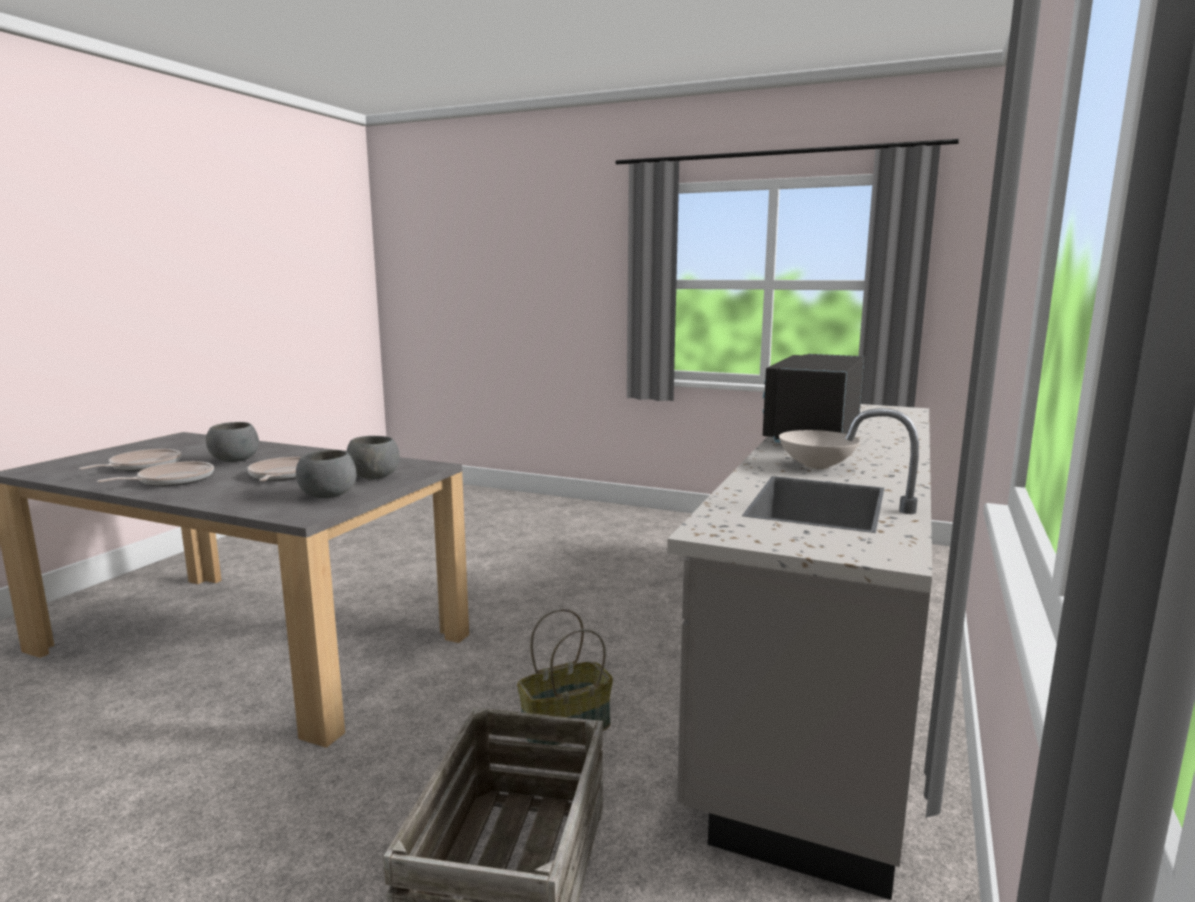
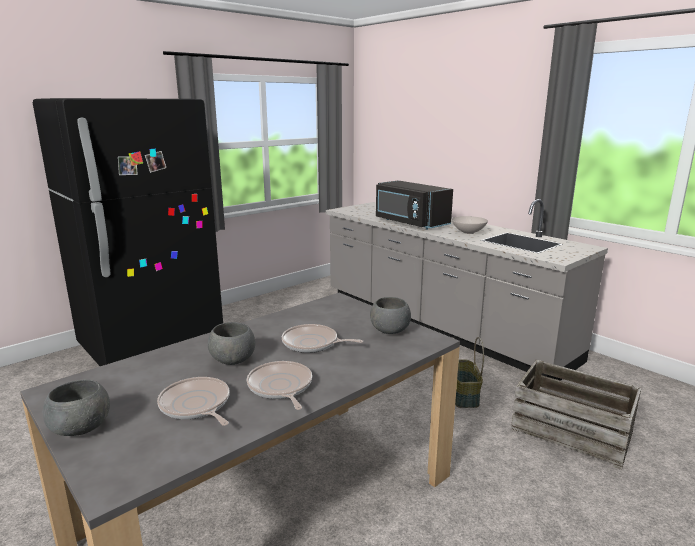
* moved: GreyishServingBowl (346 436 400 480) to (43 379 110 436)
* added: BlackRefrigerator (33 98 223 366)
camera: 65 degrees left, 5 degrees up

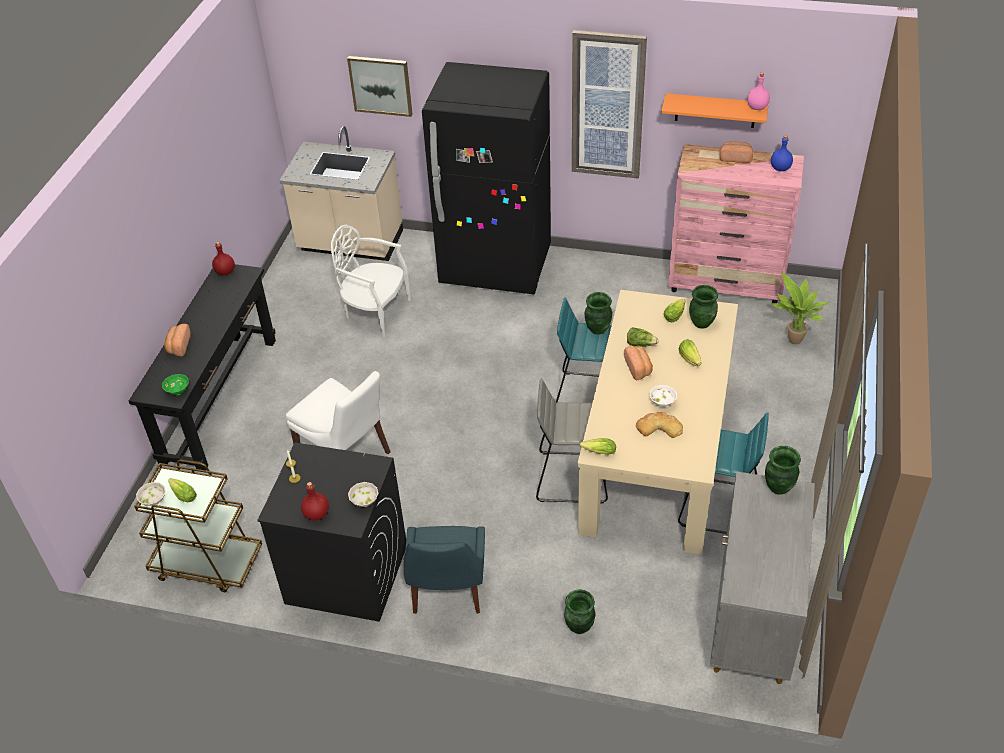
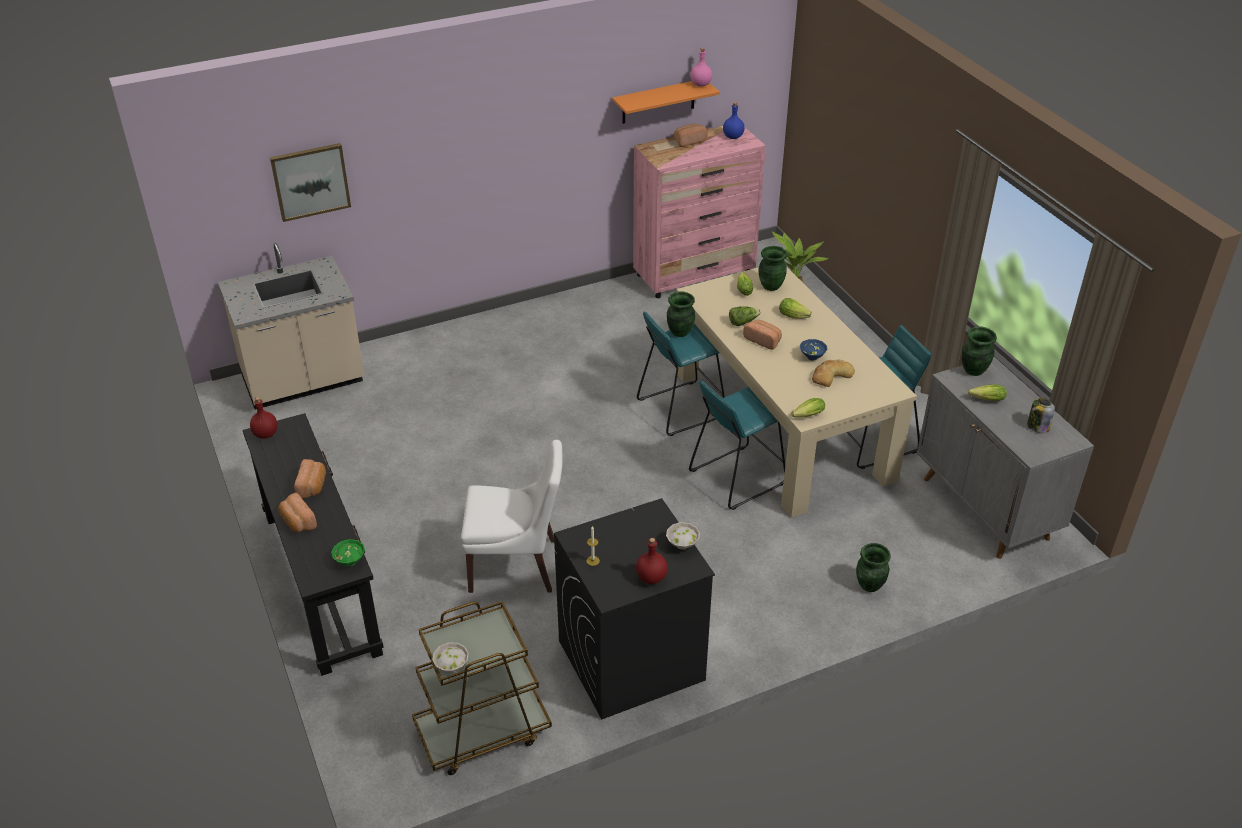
* removed: WallPicture (572 30 647 179)
* removed: BlackRefrigerator (422 62 551 294)
* removed: WhiteChair (331 225 411 337)
* recoloured: GreyishStoolSeat (536 378 608 504) to BlueGreenStoolSeat (689 381 785 510)
* recoloured: WhiteServingBowl (650 385 677 407) to BluishServingBowl (800 339 827 361)
* moved: Lettuce (168 478 197 502) to (968 385 1007 401)
* removed: BluishChair (404 526 485 614)
* added: StorageJar (1027 398 1055 433)
* added: BakedBread (294 459 326 499)
camera: 40 degrees left, 5 degrees down

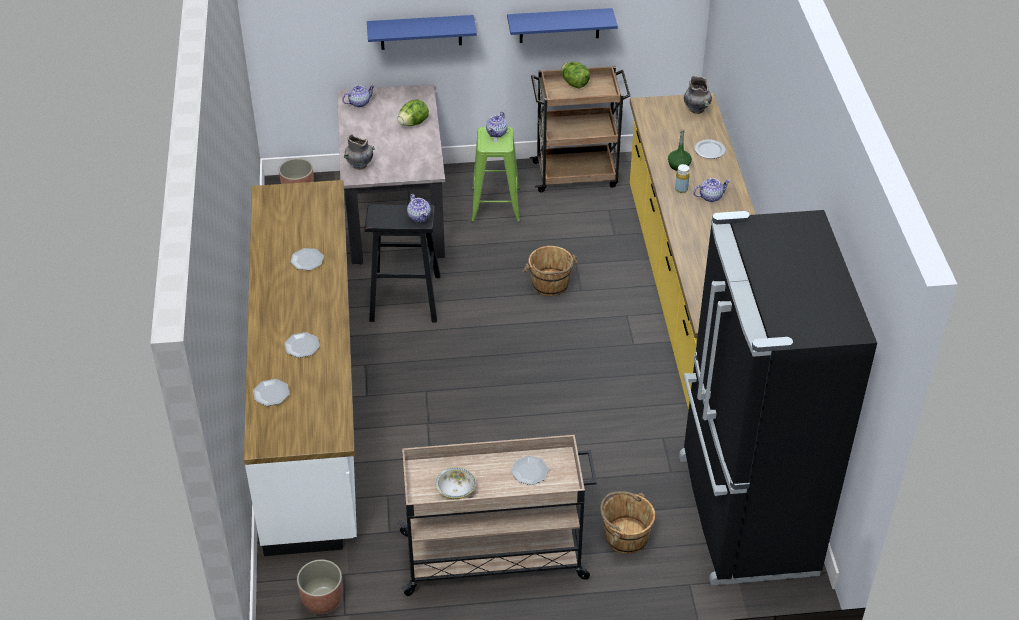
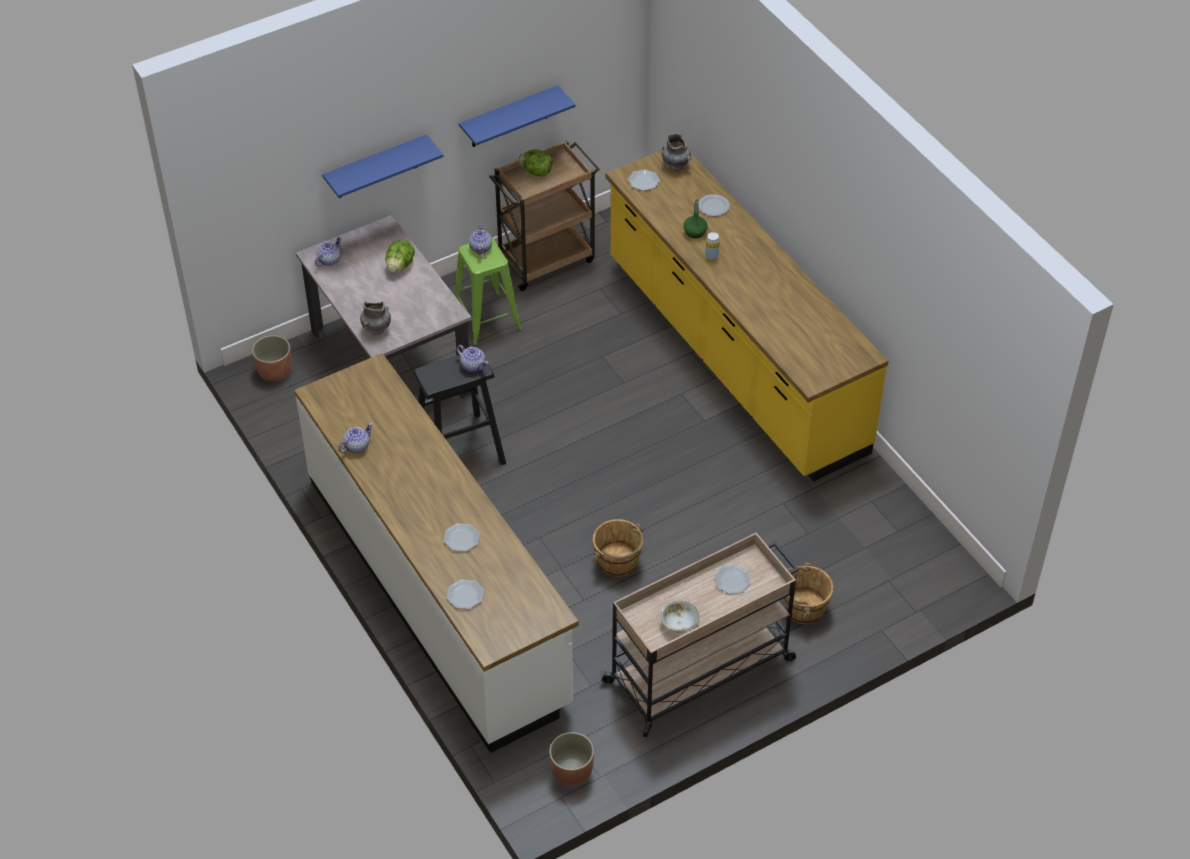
* moved: Teapot (693 178 731 202) to (338 423 373 453)
* removed: BlackRefrigerator (679 210 877 586)
* moved: BrownColouredBucket (522 246 579 296) to (591 519 644 577)
* moved: Plate (290 248 324 270) to (628 169 660 191)
camera: 25 degrees left, 5 degrees up

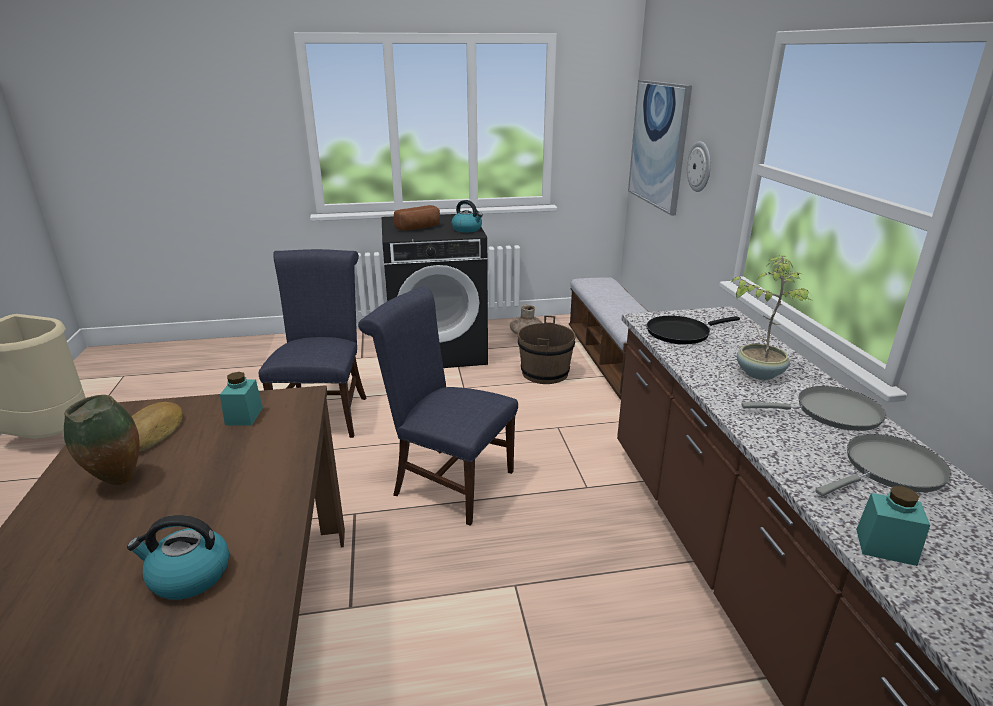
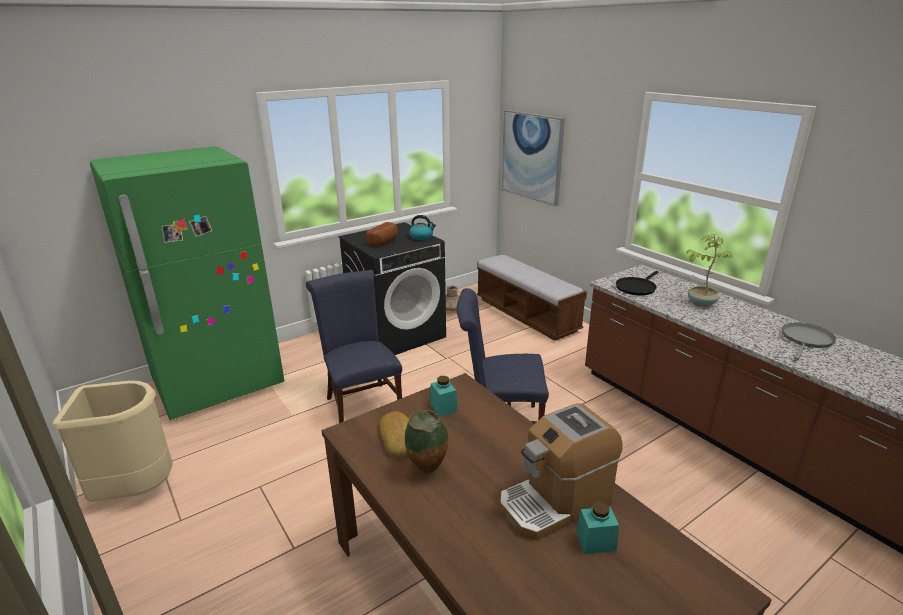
* removed: HangingClock (687 141 711 192)
* removed: BrownColouredBucket (518 316 576 384)
* removed: GreyishSkillet (741 386 886 431)
* moved: BlueGreenStorageJar (856 486 930 566) to (576 501 619 554)
* replaced: TeaKettle (127 515 229 600) to CoffeeMaker (500 403 623 541)
* added: GreenishRefrigerator (90 146 285 420)
camera: 25 degrees left, 0 degrees up

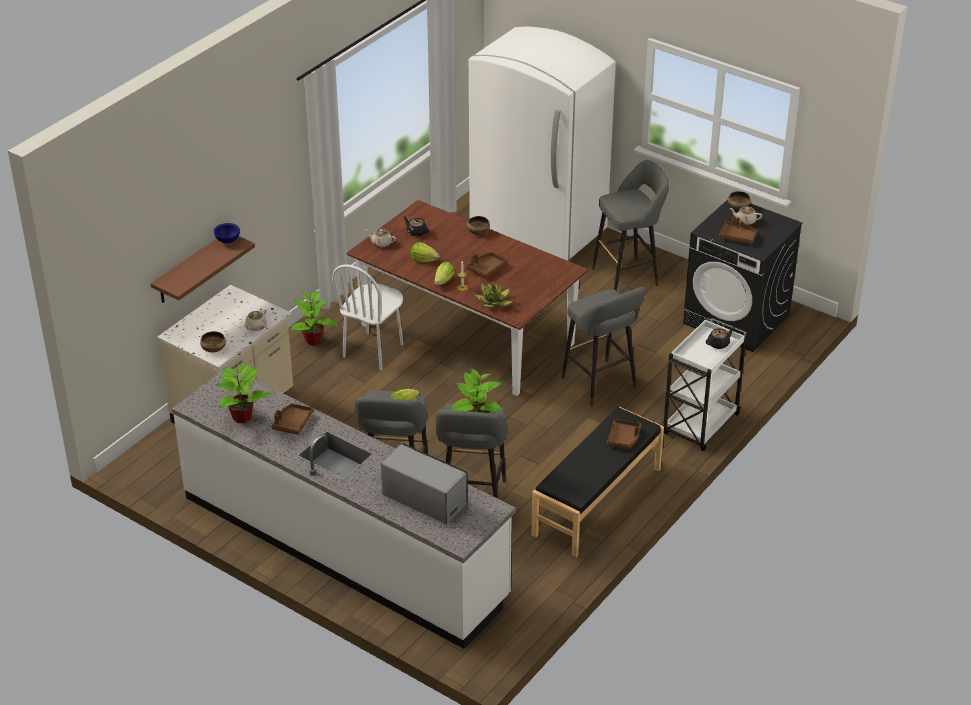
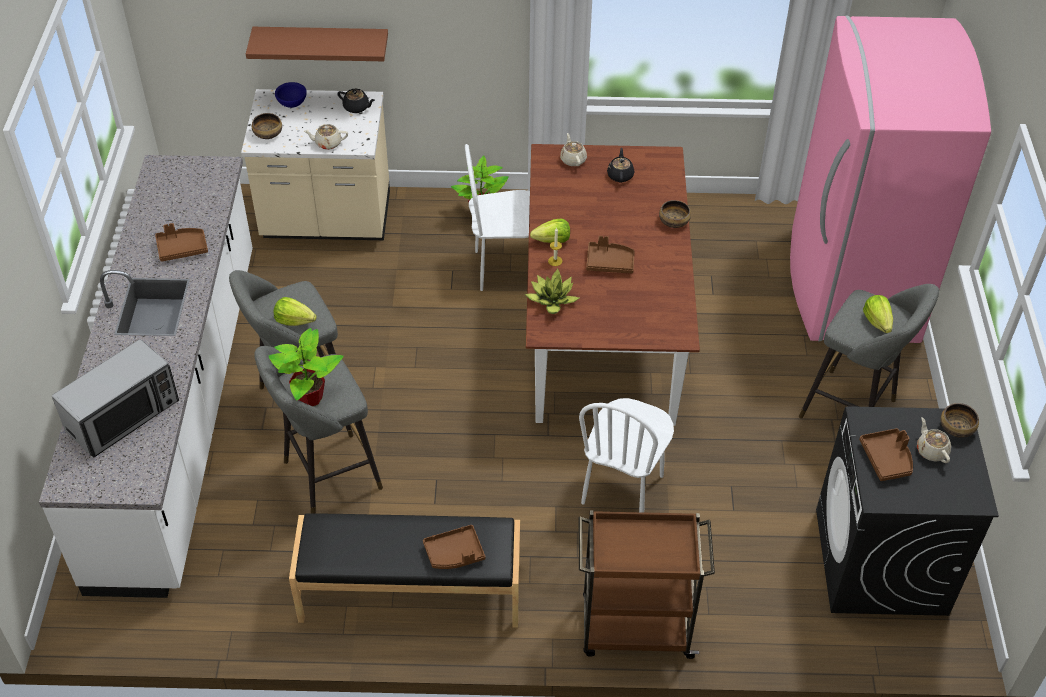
* recoloured: WhiteRefrigerator (469 27 616 261) to PinkRefrigerator (790 16 991 343)
* moved: BluishServingBowl (214 223 240 243) to (275 82 307 108)
* moved: Lettuce (411 242 440 262) to (863 295 893 333)
* replaced: GreyishStoolSeat (561 287 645 407) to WhiteChair (579 398 674 513)
* recoloured: WhiteWheeledCart (663 318 747 451) to BrownColouredWheeledCart (578 510 715 659)
* moved: BlackTeapot (706 327 735 349) to (337 89 375 113)
* removed: PlantInAPot (217 363 271 423)
* turned: KitchenMicrowave (381 443 468 524) = (52 339 179 457) 45 degrees clockwise
camera: 55 degrees right, 10 degrees up

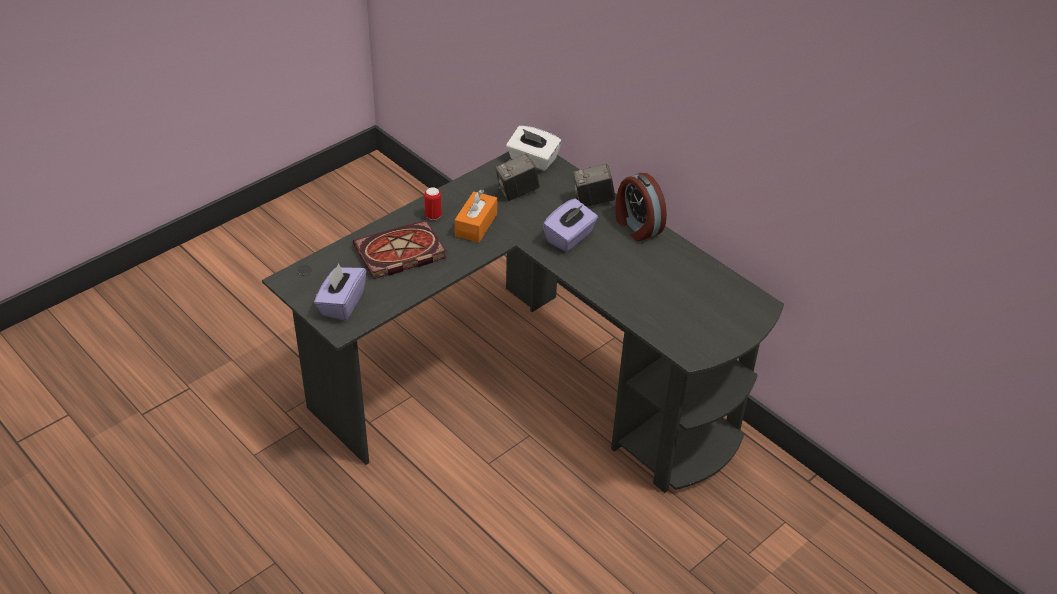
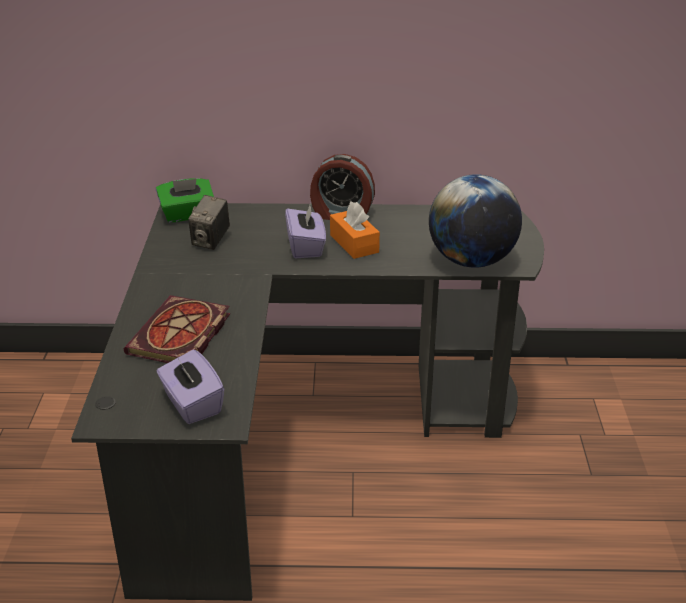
* recoloured: WhiteTissueBox (506 126 562 171) to GreenishTissueBox (156 178 214 223)
* removed: StillCamera (573 164 615 207)
* removed: MetalCan (424 187 442 220)
* moved: OrangeTissueBox (455 189 497 242) to (330 202 380 259)
* added: Globe (429 174 522 268)
camera: 45 degrees left, 10 degrees down

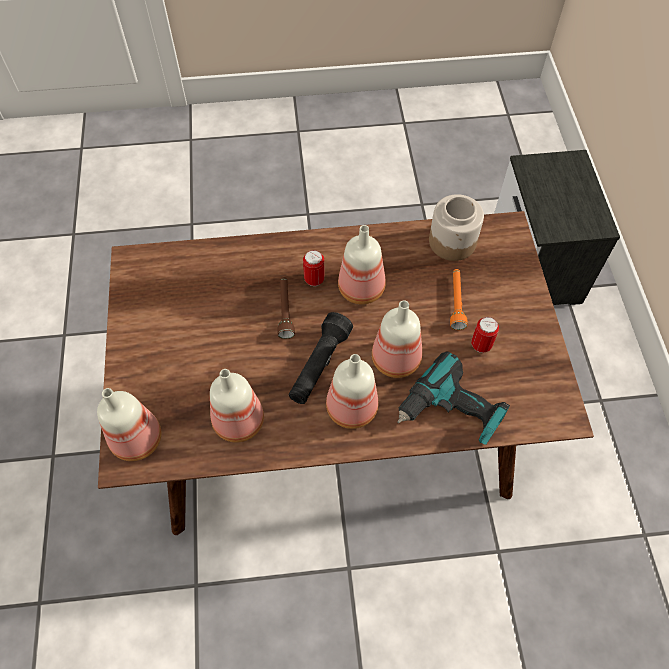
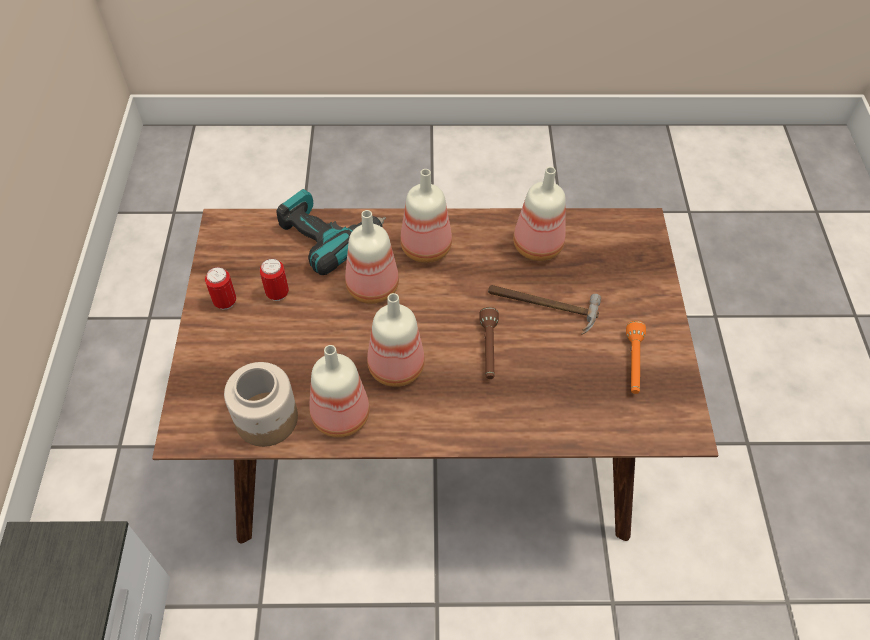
* moved: MetalCan (303 250 325 286) to (205 267 236 310)
* moved: OrangeTorch (450 269 468 330) to (626 321 646 394)
* removed: BlackTorch (289 312 353 404)
* moved: BeverageBottle (97 388 161 461) to (309 345 370 438)
* added: ToolHammer (488 285 601 335)
camera: 175 degrees left, 5 degrees down

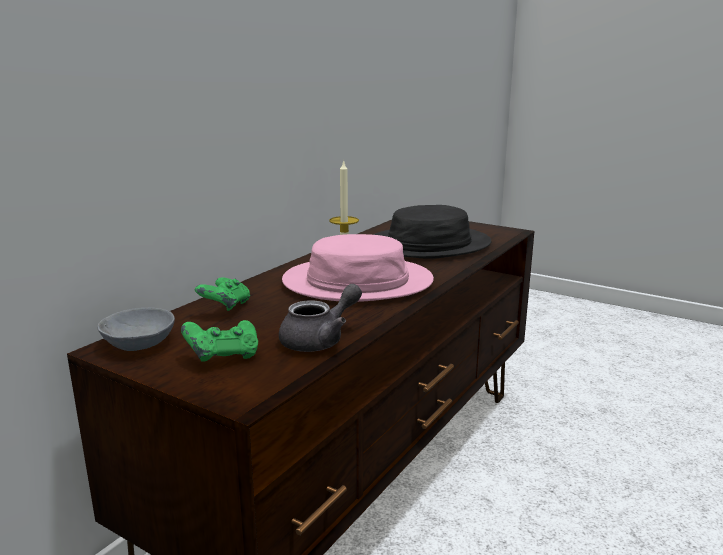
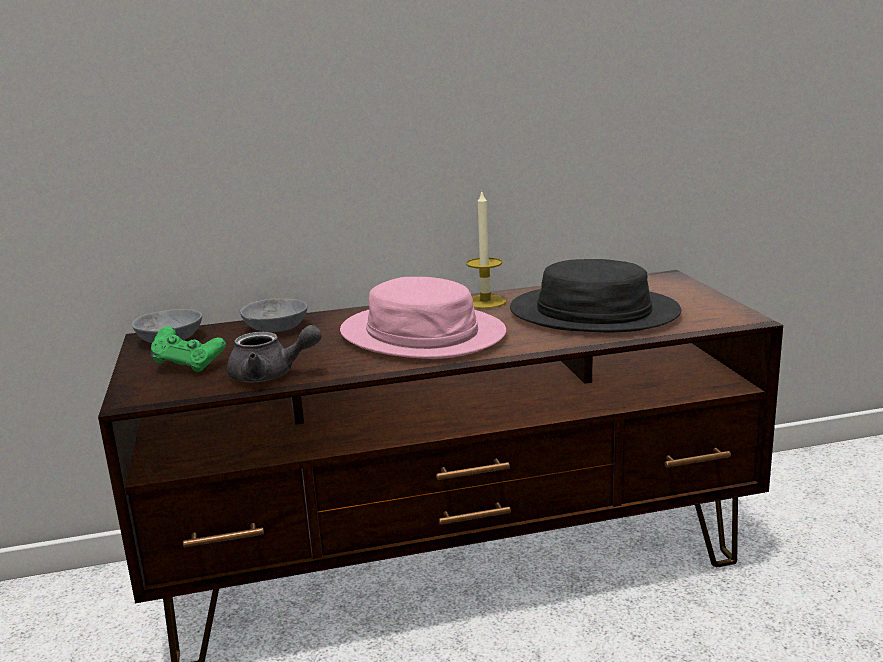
* replaced: GreenishGameController (195 277 250 311) to GreyishServingBowl (240 298 308 332)
camera: 45 degrees right, 0 degrees up

